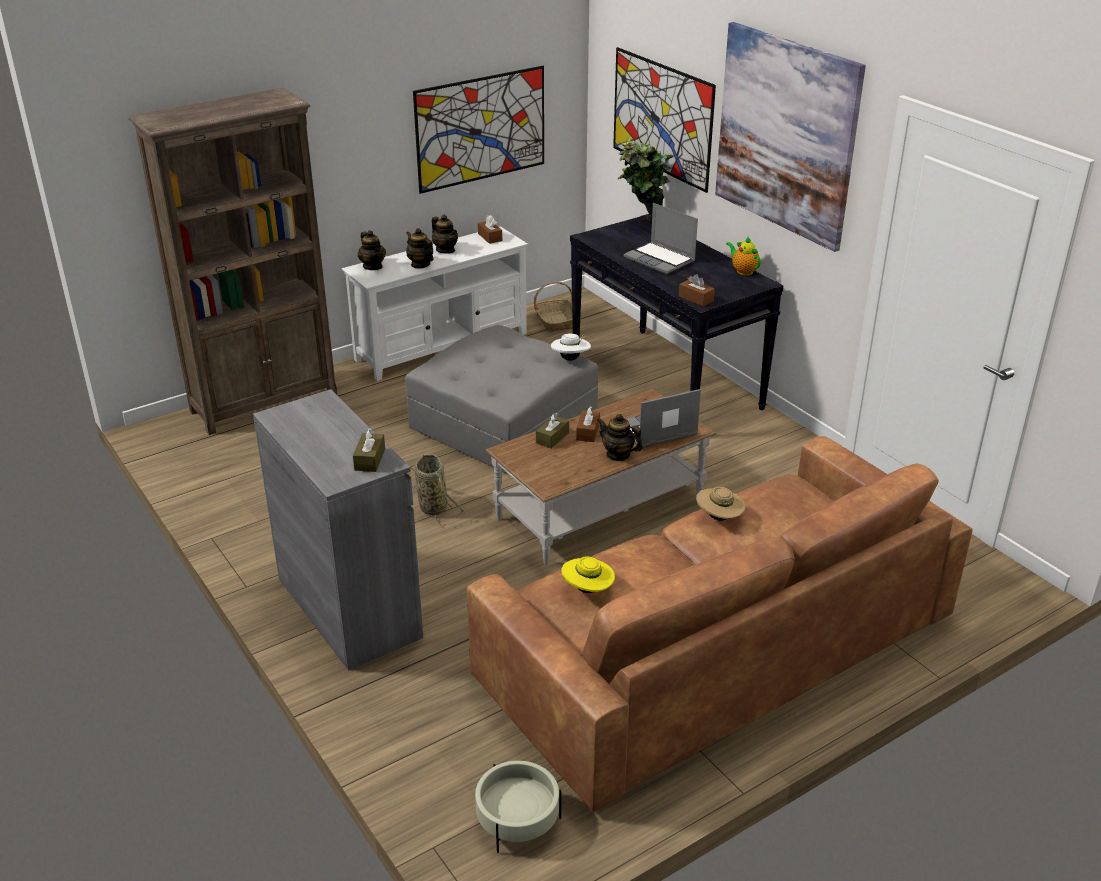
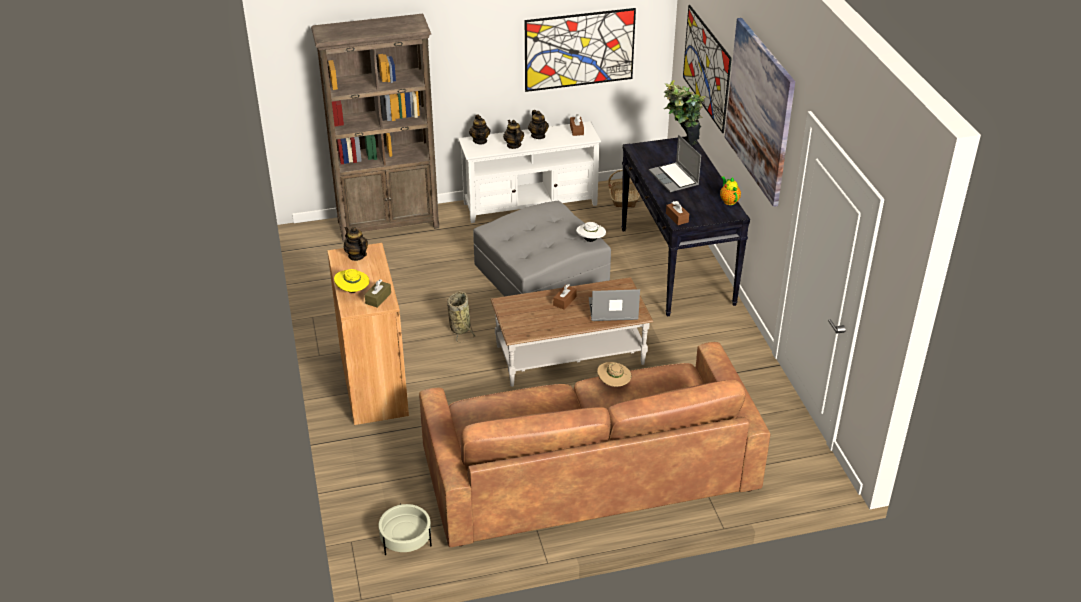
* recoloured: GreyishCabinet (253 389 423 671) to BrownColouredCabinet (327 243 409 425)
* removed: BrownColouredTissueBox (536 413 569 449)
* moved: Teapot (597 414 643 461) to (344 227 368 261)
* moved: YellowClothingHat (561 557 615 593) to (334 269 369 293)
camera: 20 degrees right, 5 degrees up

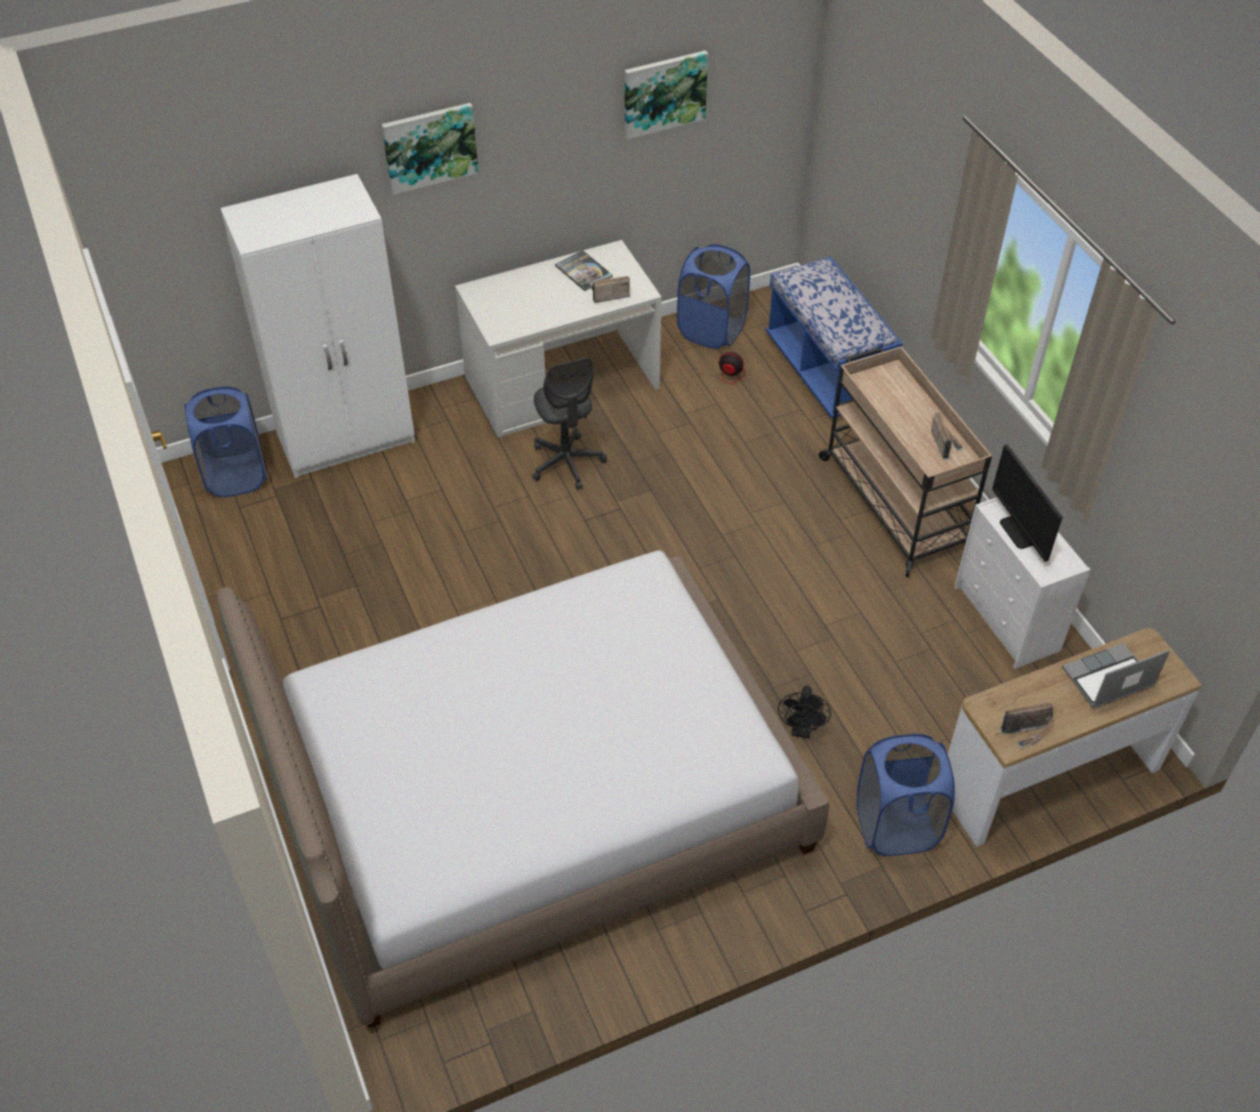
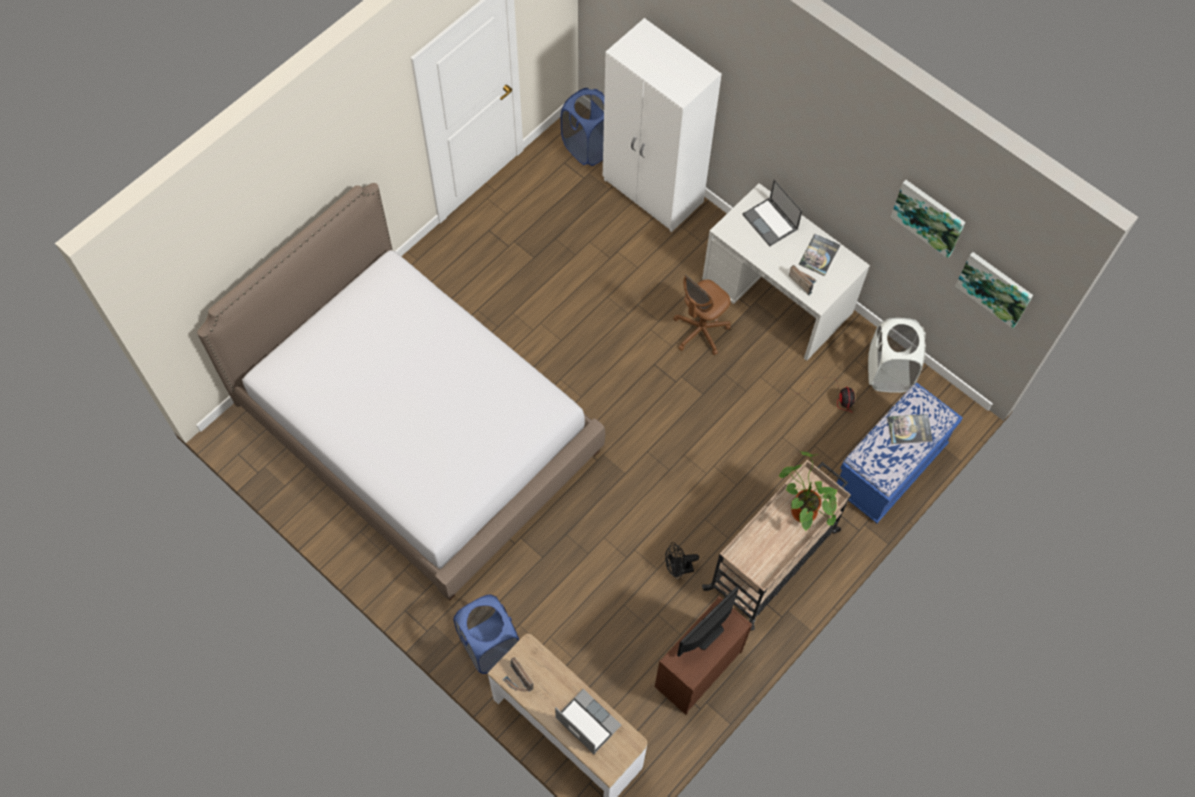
* moved: WallPicture (382 103 479 195) to (955 252 1033 329)
* recoloured: BluishHamper (677 244 750 349) to WhiteHamper (868 318 926 393)
* recoloured: GreyishOfficeChair (532 357 607 490) to BrownColouredOfficeChair (673 275 731 355)
* removed: RadioReceiver (931 413 964 459)
* recoloured: WhiteChestOfDrawers (954 497 1090 669) to BrownColouredChestOfDrawers (655 596 752 715)
* moved: BlackElectricFan (778 686 831 738) to (665 542 699 579)
* added: PortableComputer (742 179 802 246)
* added: Volume (887 414 933 444)
* added: PlantInAPot (779 451 837 531)
camera: 65 degrees right, 15 degrees up

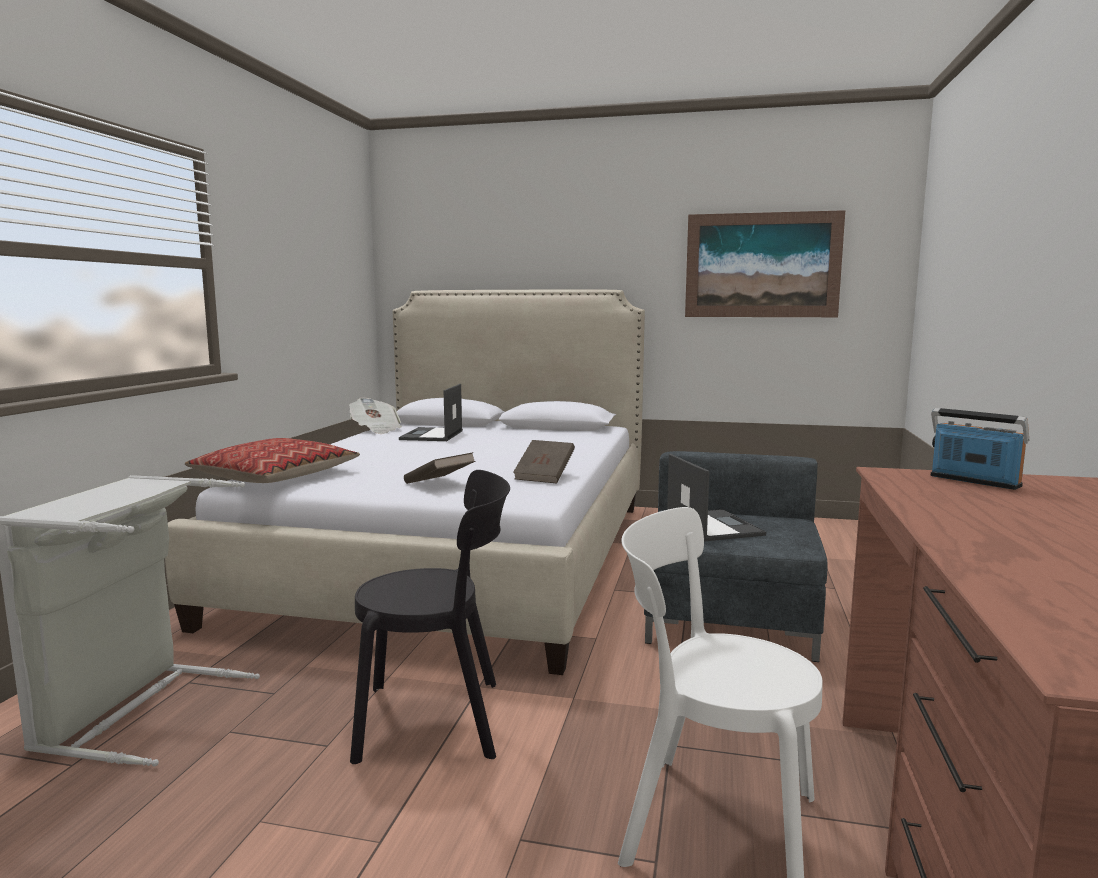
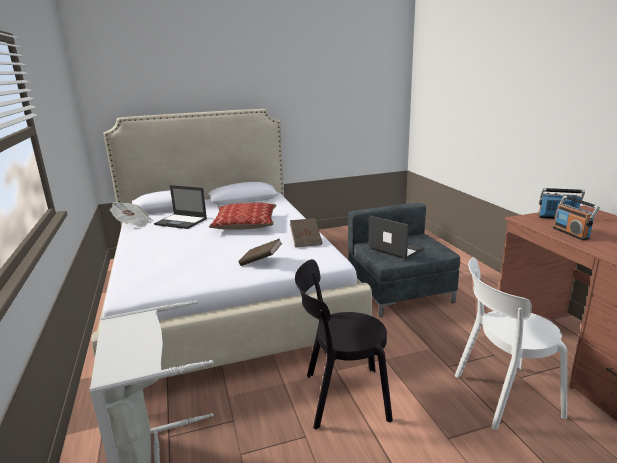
* removed: WallPicture (685 210 845 317)
* turned: PortableComputer (399 384 463 441) = (154 185 207 229) 45 degrees counterclockwise
* moved: Pillow (185 438 360 483) to (209 203 277 230)
* turned: BlackChair (350 470 510 764) = (295 259 393 429) 150 degrees counterclockwise
* added: RadioReceiver (553 196 600 240)
camera: 30 degrees left, 10 degrees up

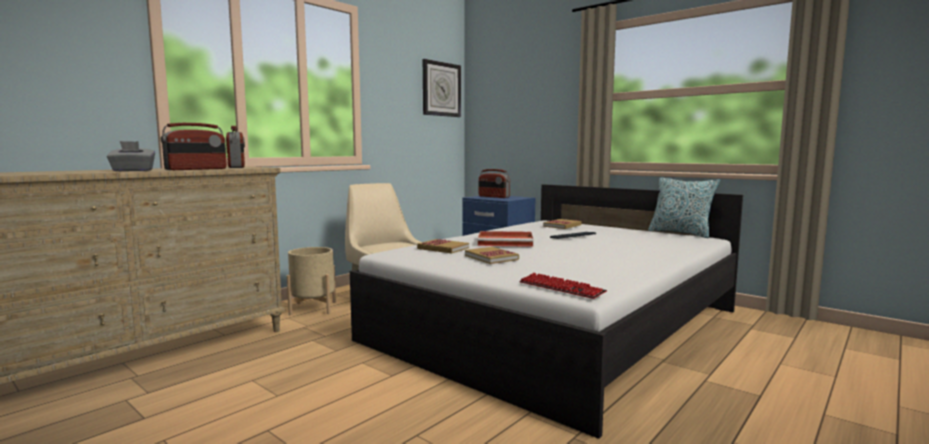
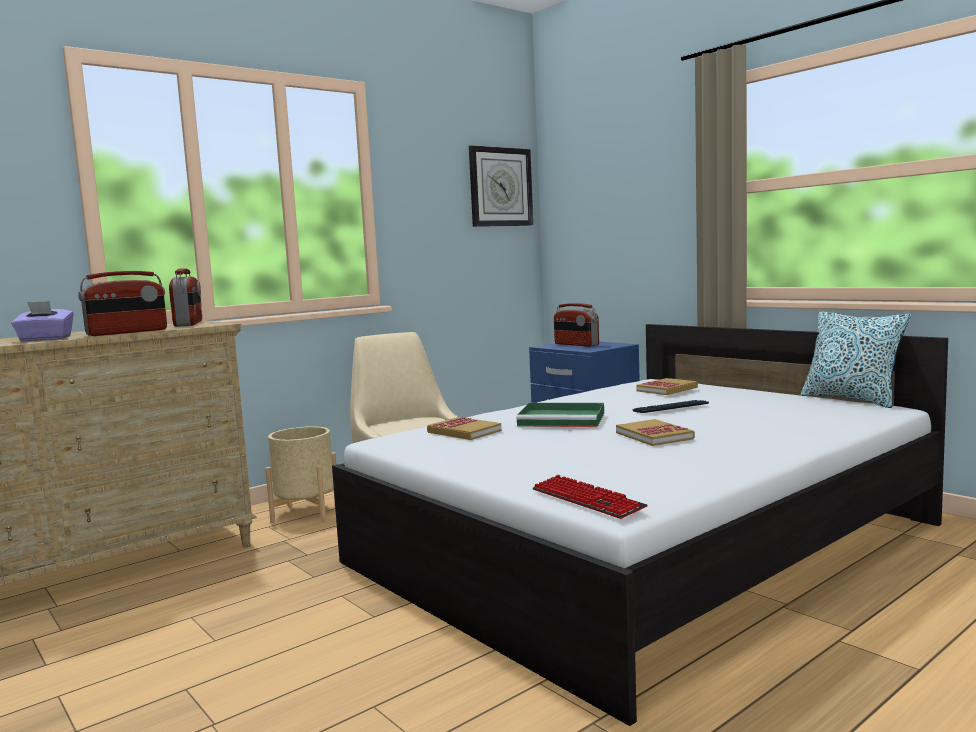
* recoloured: GreyishTissueBox (107 141 155 171) to PurpleTissueBox (11 301 74 341)
* recoloured: RedCarryingTray (478 231 533 247) to GreenishCarryingTray (516 403 604 427)
* moved: Volume (465 247 519 264) to (616 419 695 446)
camera: 10 degrees right, 0 degrees up

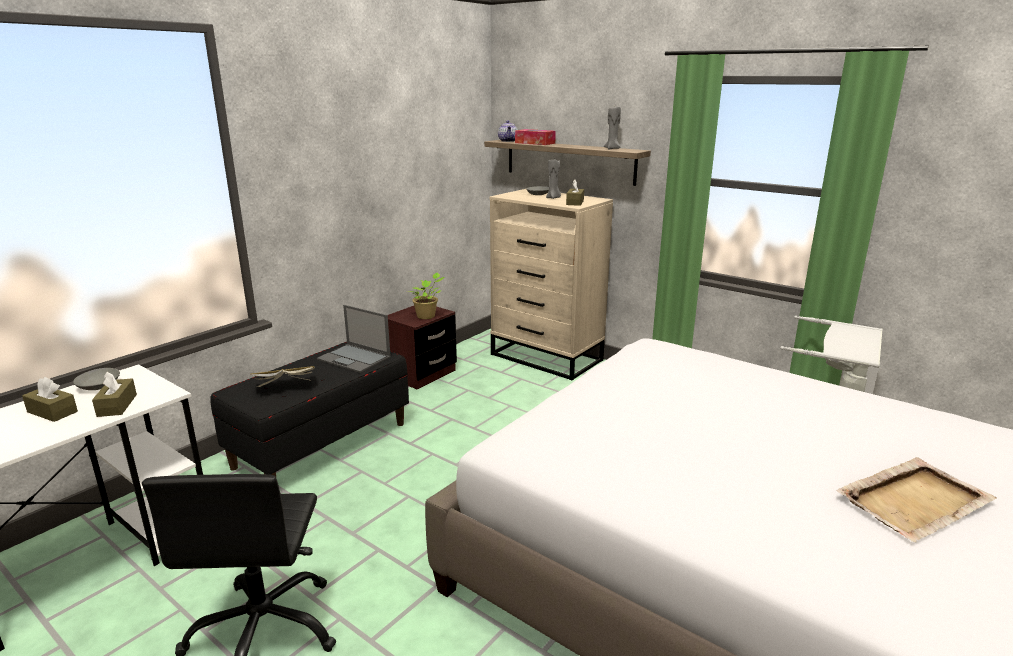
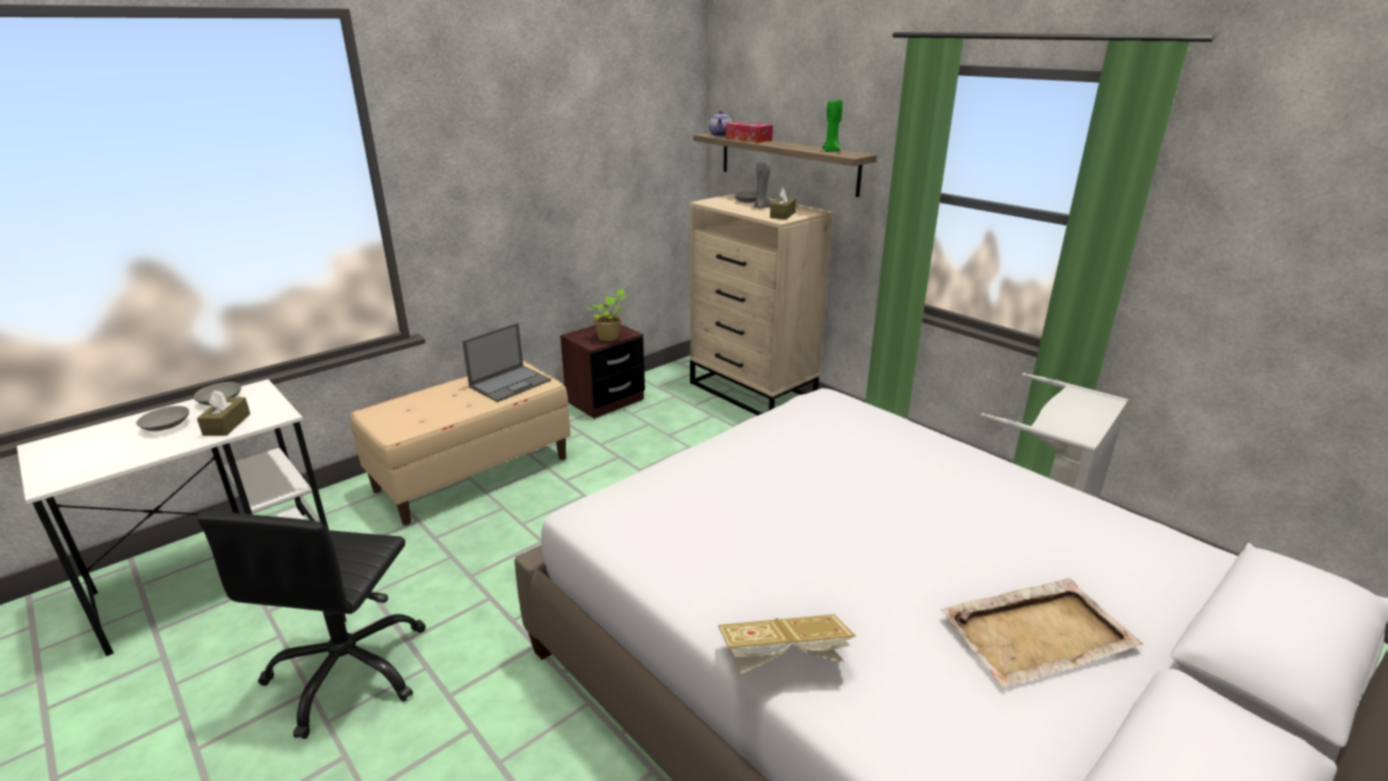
* recoloured: GreyishCandle (604 107 621 149) to GreenishCandle (822 100 843 152)
* turned: PortableComputer (317 305 391 373) = (462 323 551 402) 90 degrees counterclockwise
* recoloured: BlackIndoorBench (210 342 409 477) to BeigeColouredIndoorBench (350 361 571 525)
* moved: Volume (251 366 315 387) to (718 614 856 674)
* replaced: BrownColouredTissueBox (22 377 78 422) to GreyishServingBowl (136 406 189 431)
camera: 10 degrees right, 5 degrees up

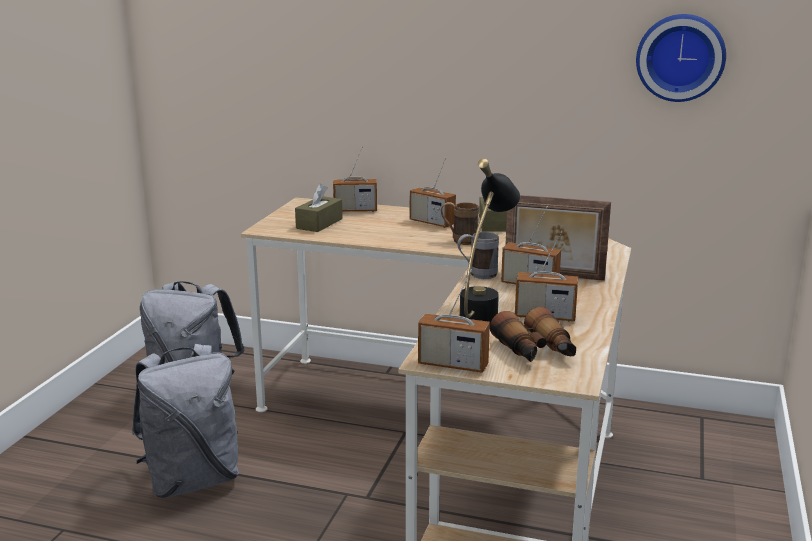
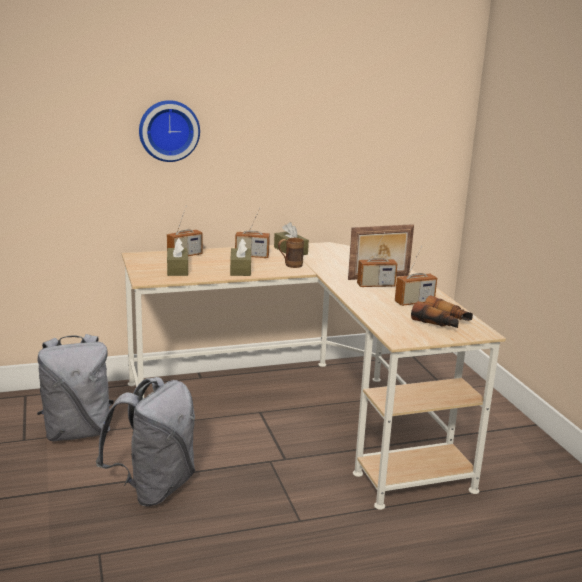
* moved: HangingClock (636 14 726 102) to (139 100 200 162)
* removed: BlackTableLamp (459 159 520 322)
* removed: GreyishTeaMug (457 232 499 279)
* removed: RadioReceiver (418 270 490 373)
* added: BrownColouredTissueBox (230 239 251 276)
camera: 35 degrees left, 0 degrees up

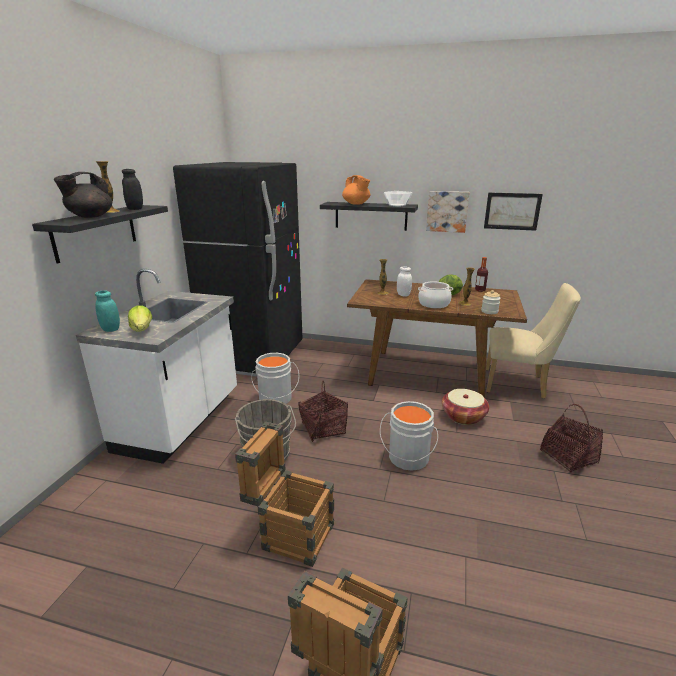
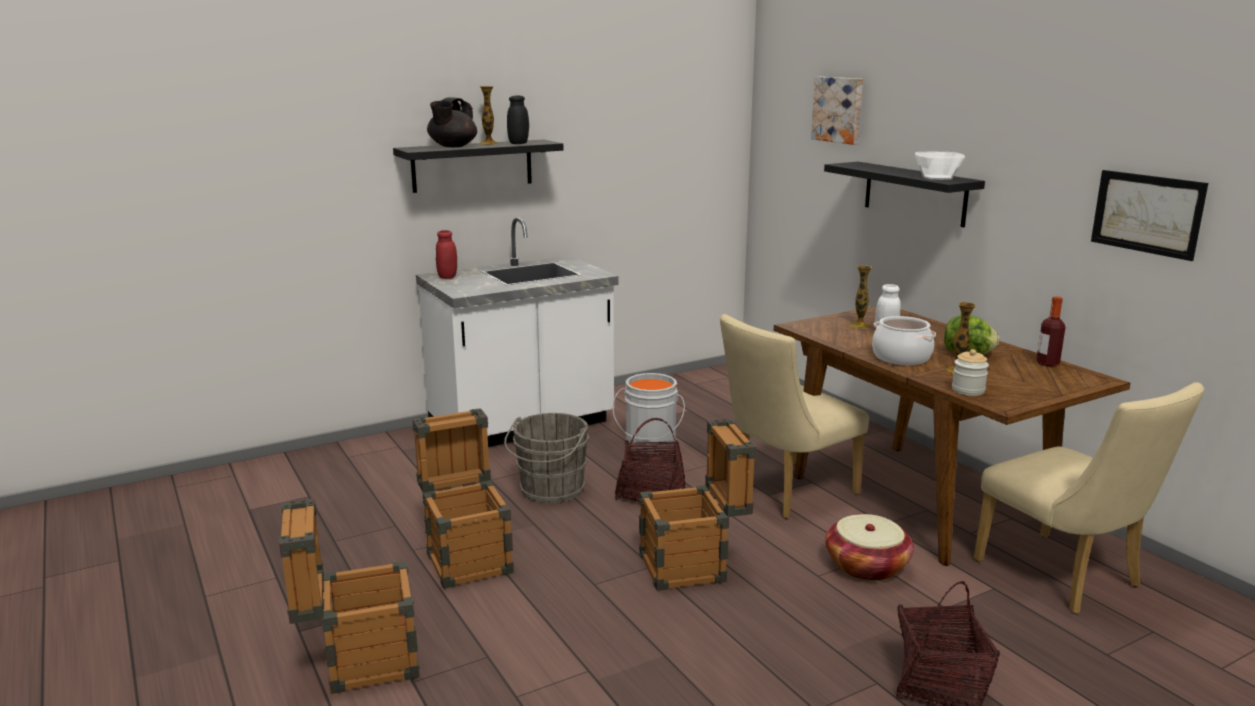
* removed: BlackRefrigerator (173 162 303 377)
* turned: BlackTeapot (54 172 112 218) = (427 97 477 147) 60 degrees counterclockwise
* removed: OrangeTeapot (342 175 370 205)
* moved: WallPicture (426 191 470 233) to (811 77 863 145)
* recoloured: BlueGreenStorageJar (95 290 120 332) to RedStorageJar (436 230 457 279)
* removed: Lettuce (128 305 152 332)
* replaced: GreyishBucket (380 401 438 471) to ShippingCrate (639 419 756 591)
* added: BeigeColouredChair (720 314 869 519)
camera: 45 degrees right, 5 degrees down

